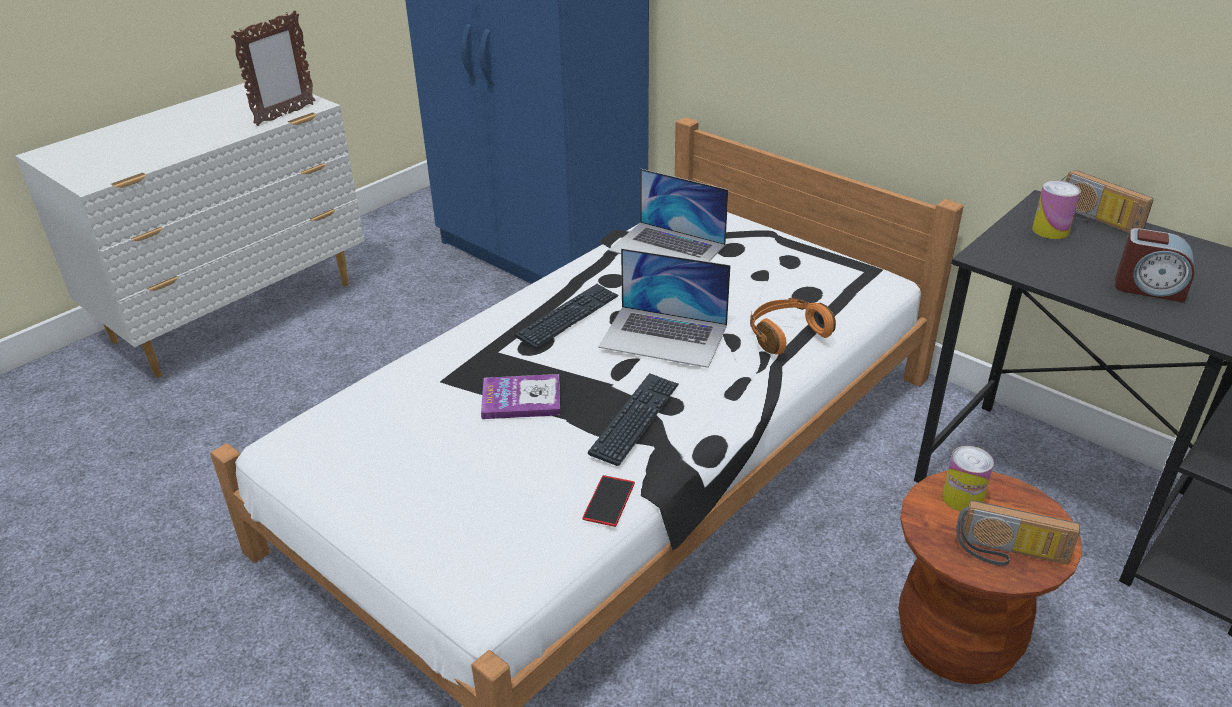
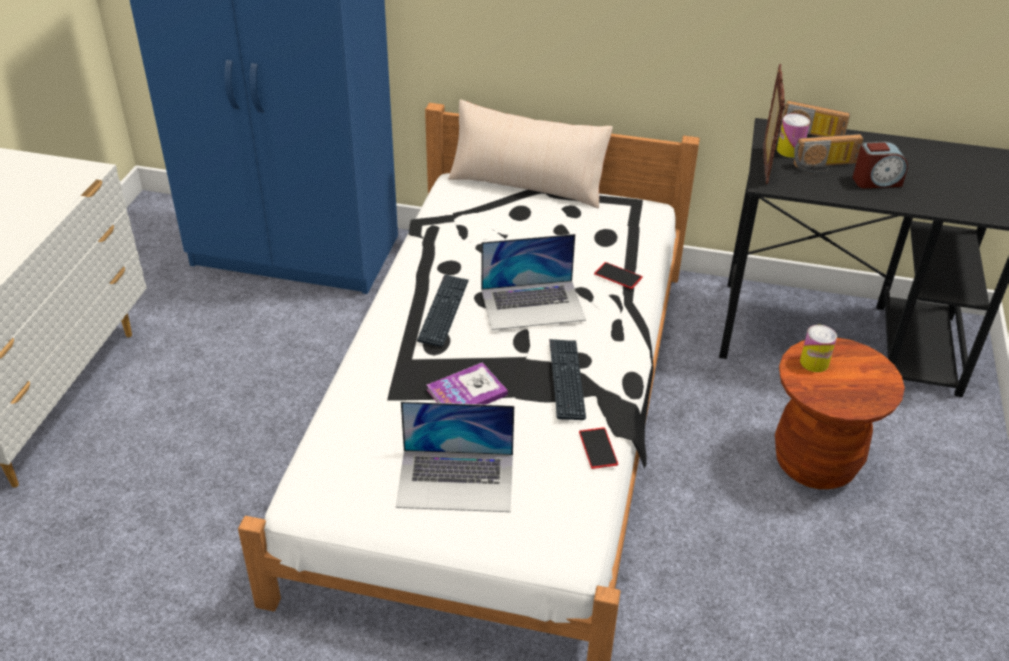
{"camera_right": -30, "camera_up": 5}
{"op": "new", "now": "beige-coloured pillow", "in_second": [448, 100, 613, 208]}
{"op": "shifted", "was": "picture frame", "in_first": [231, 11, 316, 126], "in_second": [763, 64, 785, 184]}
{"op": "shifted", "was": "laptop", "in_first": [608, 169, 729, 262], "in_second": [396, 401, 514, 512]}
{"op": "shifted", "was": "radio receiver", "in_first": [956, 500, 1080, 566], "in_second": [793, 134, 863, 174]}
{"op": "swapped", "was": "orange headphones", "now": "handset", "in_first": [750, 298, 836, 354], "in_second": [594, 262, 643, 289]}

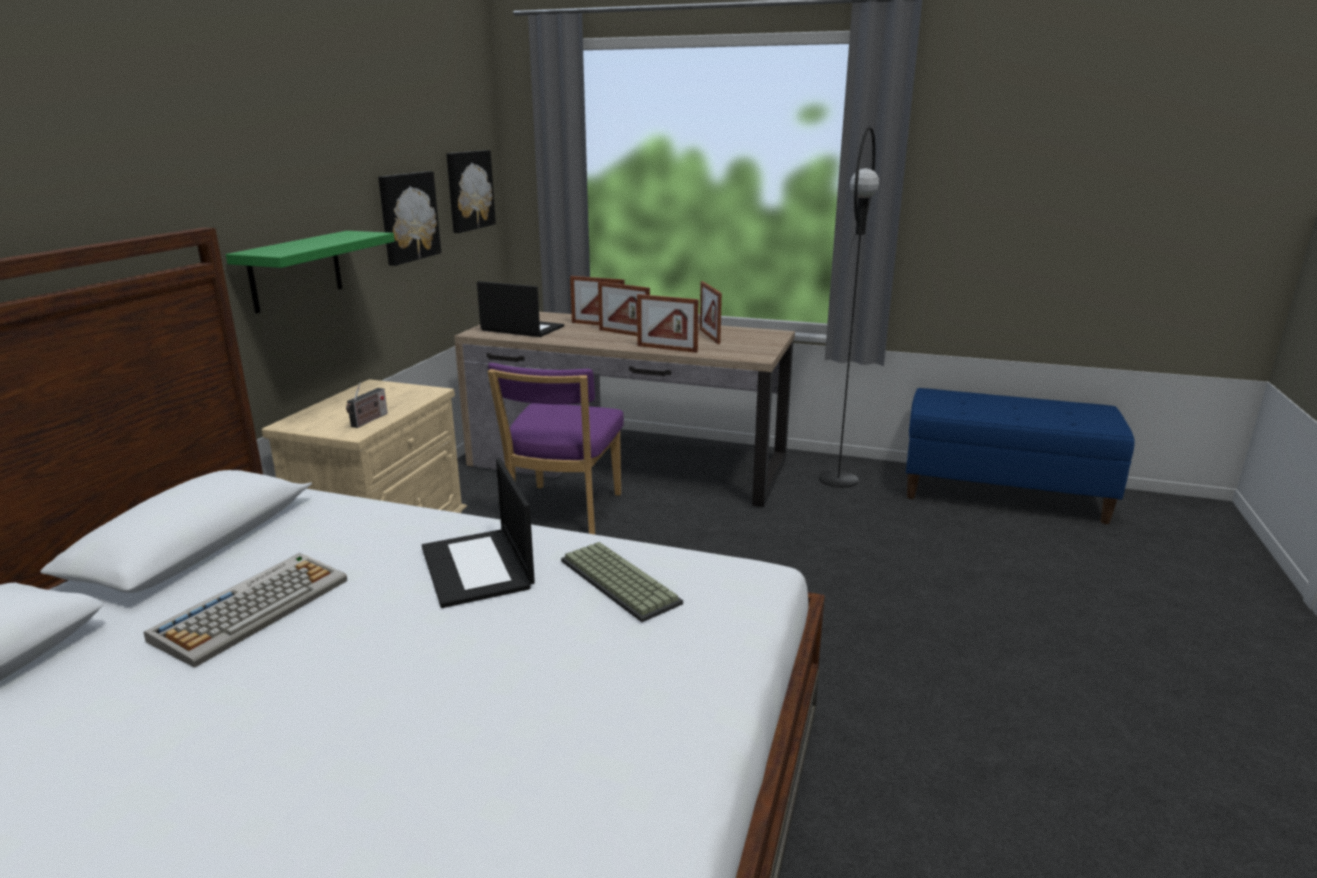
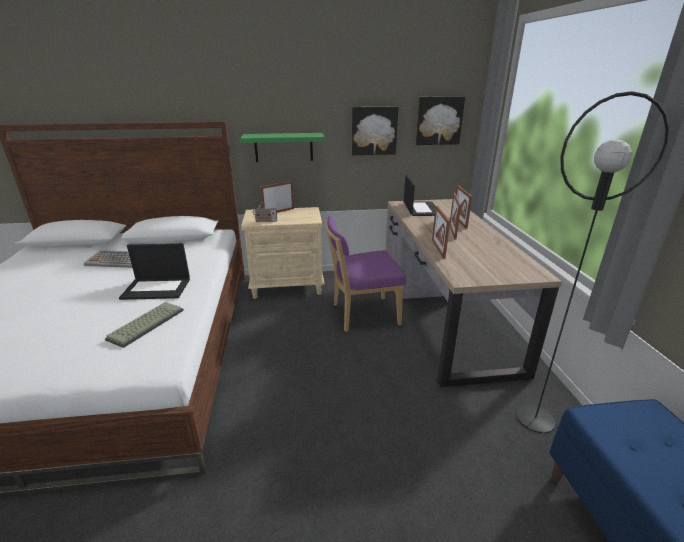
{"camera_right": 65, "camera_up": 5}
{"op": "shifted", "was": "picture frame", "in_first": [700, 281, 722, 344], "in_second": [260, 181, 294, 213]}
{"op": "rotated", "was": "laptop", "in_first": [422, 458, 535, 608], "in_second": [119, 243, 190, 300], "clockwise": -135}

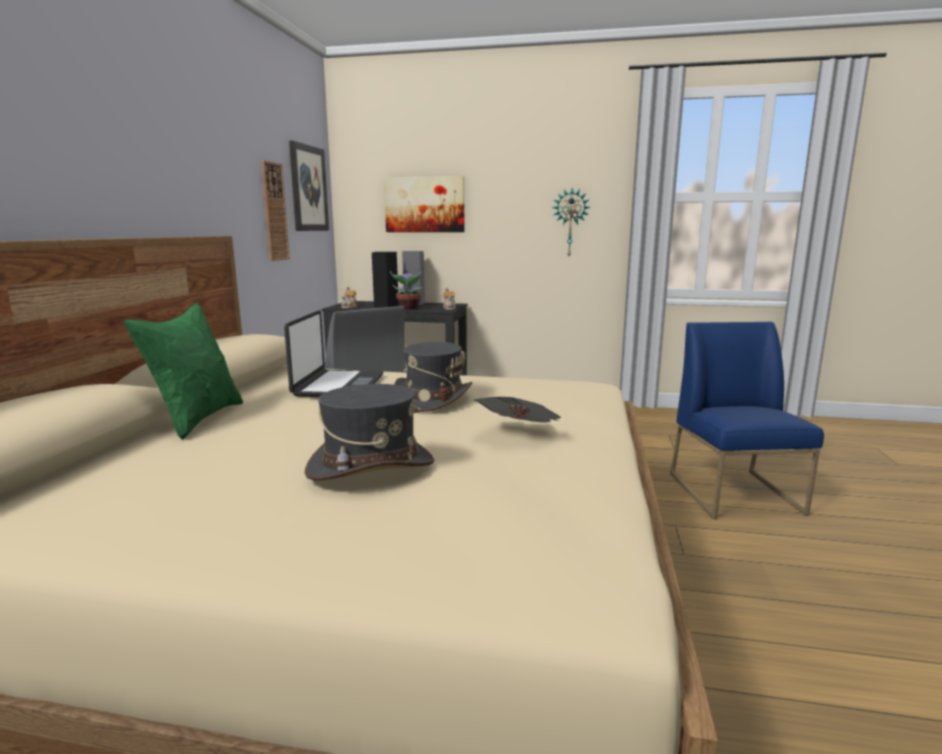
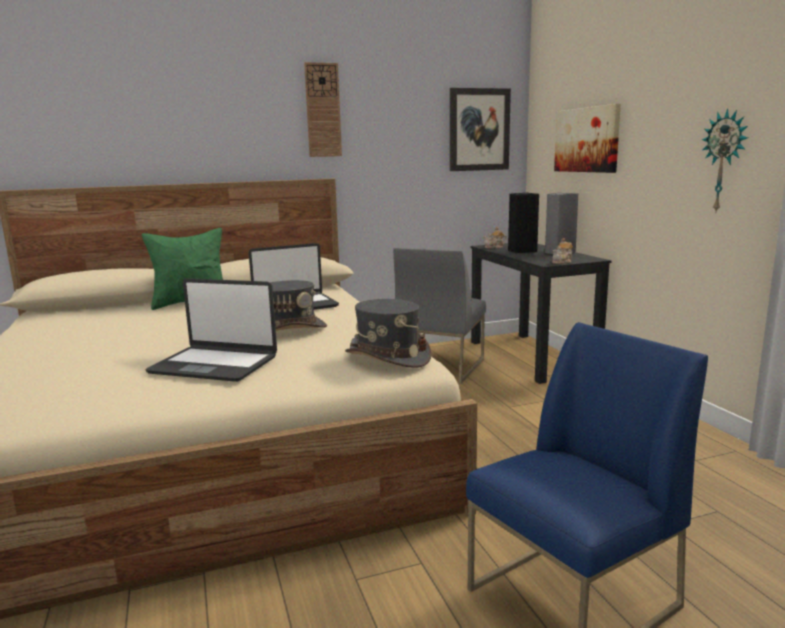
{"camera_right": 60, "camera_up": 0}
{"op": "gone", "was": "potted plant", "in_first": [390, 267, 424, 310]}
{"op": "shifted", "was": "hanging clock", "in_first": [261, 160, 290, 261], "in_second": [304, 62, 342, 157]}
{"op": "shifted", "was": "greyish clothing hat", "in_first": [305, 384, 434, 480], "in_second": [345, 299, 432, 368]}
{"op": "swapped", "was": "printed paper", "now": "laptop", "in_first": [473, 397, 561, 423], "in_second": [146, 278, 277, 382]}

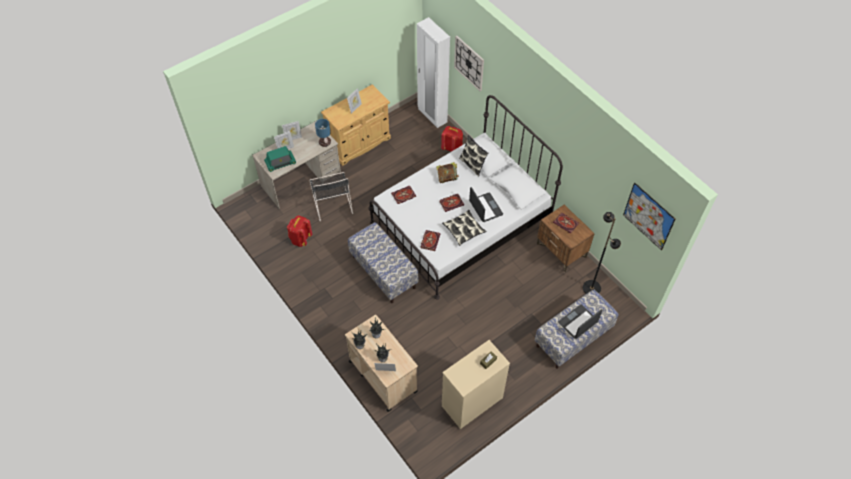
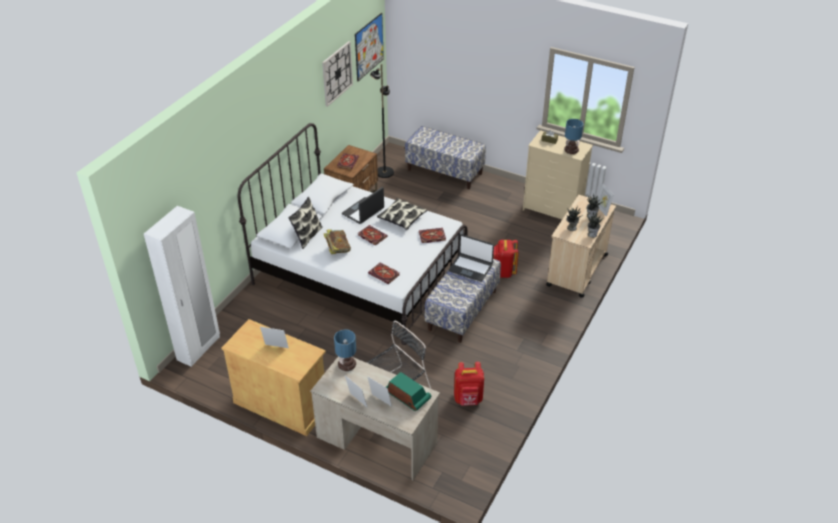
{"camera_right": -115, "camera_up": -15}
{"op": "new", "now": "lamp for a table", "in_second": [564, 119, 583, 154]}
{"op": "shifted", "was": "red backpack", "in_first": [441, 126, 463, 152], "in_second": [493, 240, 519, 278]}
{"op": "shifted", "was": "hanging clock", "in_first": [454, 36, 484, 91], "in_second": [322, 41, 353, 107]}
{"op": "shifted", "was": "laptop", "in_first": [558, 305, 602, 339], "in_second": [449, 234, 494, 281]}

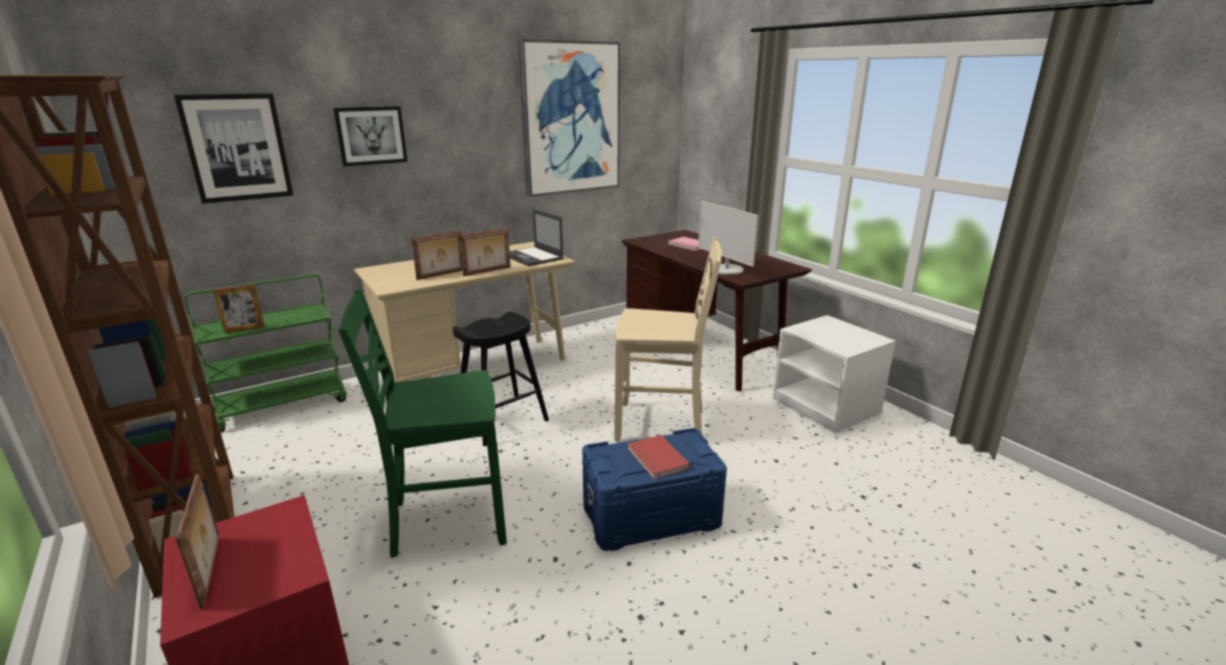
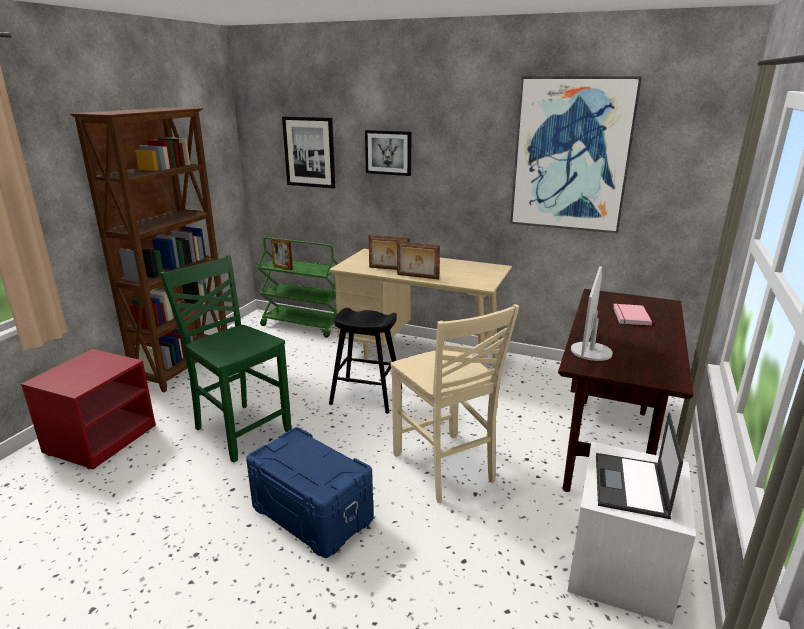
{"camera_right": 55, "camera_up": 0}
{"op": "gone", "was": "picture frame", "in_first": [176, 474, 219, 610]}
{"op": "gone", "was": "red volume", "in_first": [627, 435, 690, 479]}
{"op": "shifted", "was": "laptop", "in_first": [510, 209, 564, 266], "in_second": [596, 412, 683, 519]}

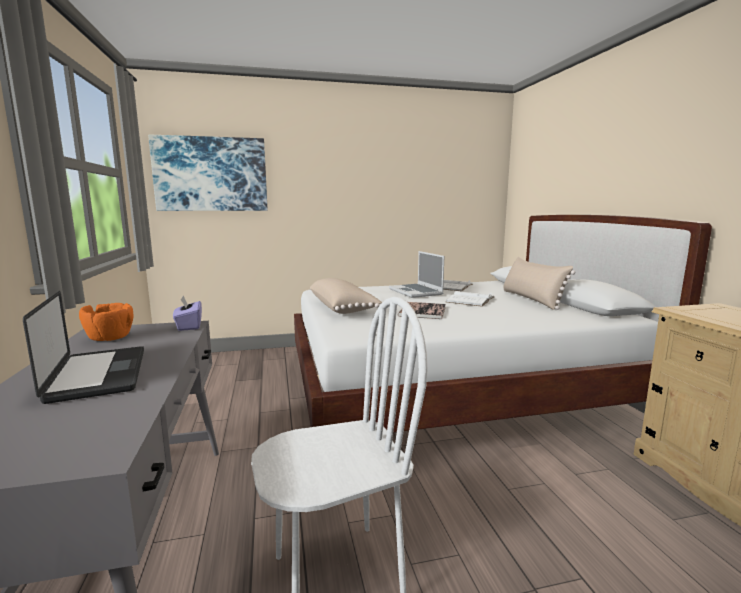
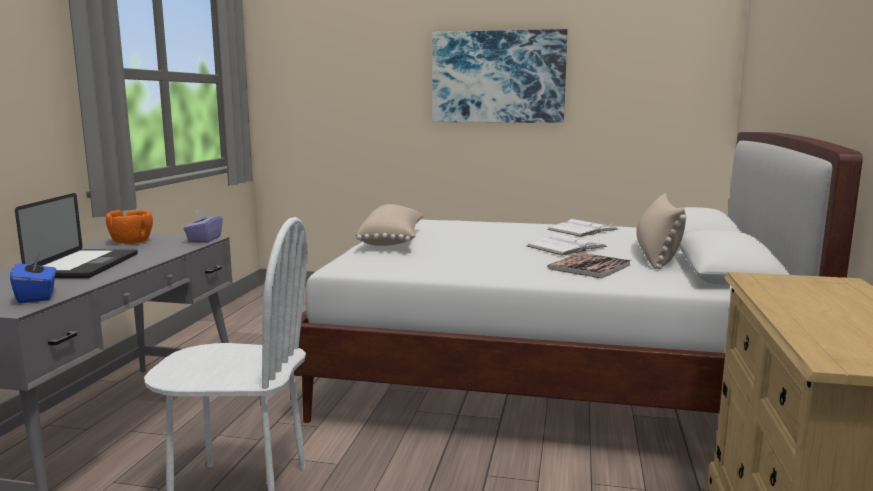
{"camera_right": 25, "camera_up": 0}
{"op": "gone", "was": "laptop", "in_first": [389, 251, 444, 298]}
{"op": "new", "now": "blue-coloured box of tissues", "in_second": [10, 252, 56, 303]}
{"op": "shifted", "was": "wall picture", "in_first": [148, 134, 268, 211], "in_second": [432, 29, 567, 123]}
{"op": "shifted", "was": "volume", "in_first": [398, 302, 446, 319], "in_second": [547, 253, 631, 279]}

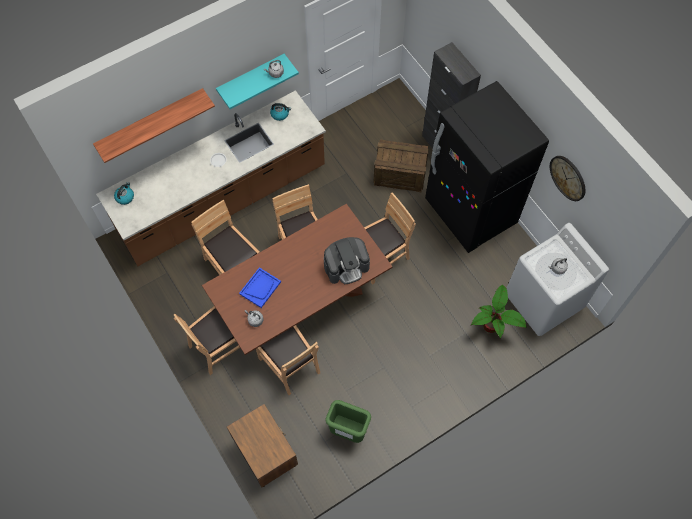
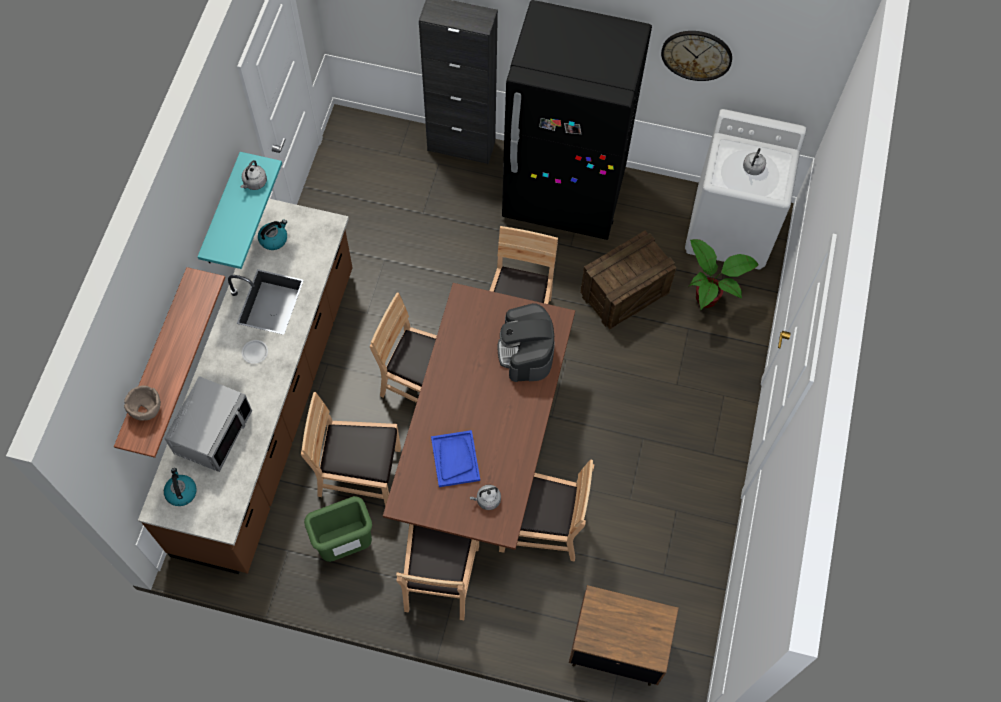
{"camera_right": -45, "camera_up": 0}
{"op": "new", "now": "brown bowl", "in_second": [124, 386, 161, 421]}
{"op": "new", "now": "greyish microwave", "in_second": [164, 376, 252, 472]}
{"op": "shifted", "was": "green trash can", "in_first": [325, 400, 371, 443], "in_second": [304, 496, 372, 562]}
{"op": "shifted", "was": "packing crate", "in_first": [373, 140, 429, 192], "in_second": [580, 231, 676, 329]}
{"op": "rotated", "was": "coffee brewer", "in_first": [324, 237, 370, 284], "in_second": [498, 303, 555, 382], "clockwise": 150}

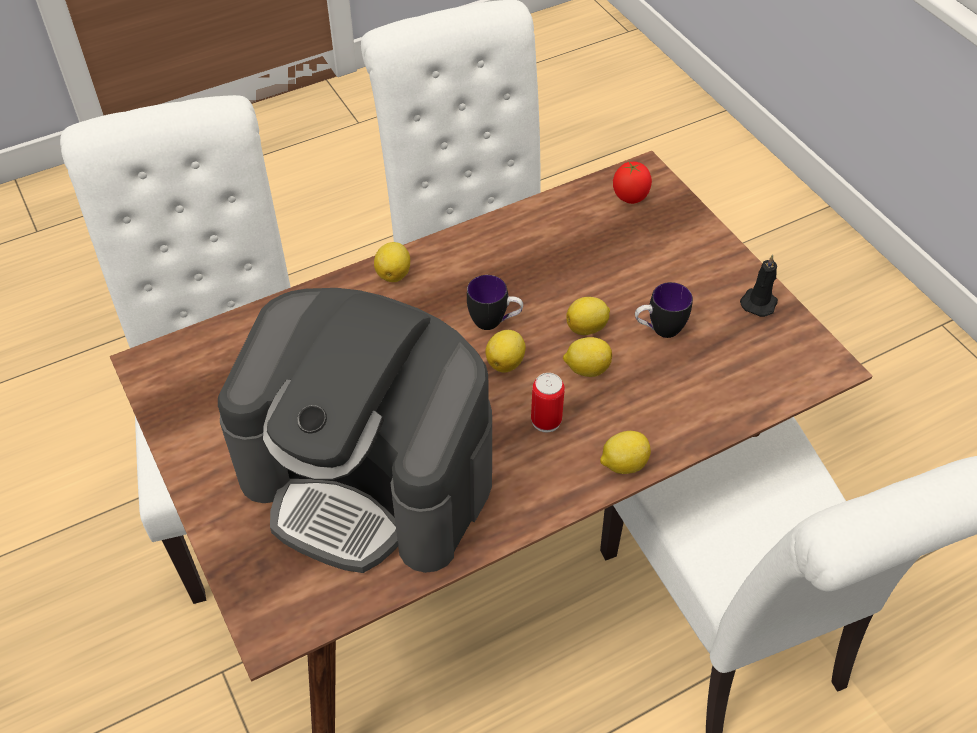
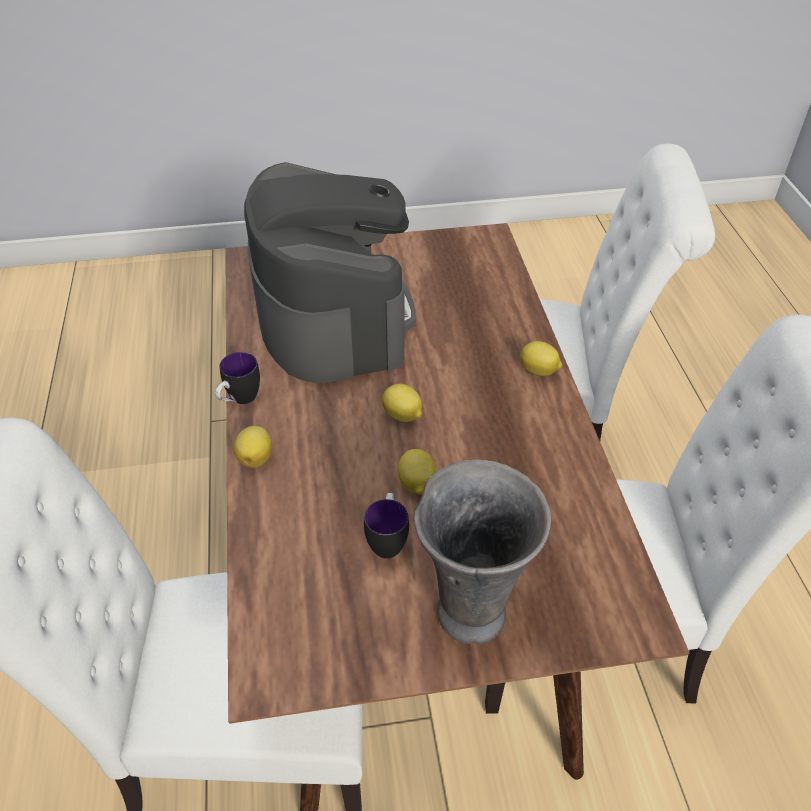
{"camera_right": 110, "camera_up": -5}
{"op": "gone", "was": "metal can", "in_first": [531, 373, 565, 432]}
{"op": "gone", "was": "whole lemon", "in_first": [563, 337, 612, 377]}
{"op": "gone", "was": "whole tomato", "in_first": [613, 161, 652, 204]}
{"op": "gone", "was": "black-coloured wax light", "in_first": [740, 254, 778, 317]}
{"op": "new", "now": "greyish vase", "in_second": [414, 459, 551, 644]}
{"op": "shifted", "was": "tea mug", "in_first": [467, 275, 523, 330], "in_second": [215, 352, 260, 404]}
{"op": "rotated", "was": "coffee brewer", "in_first": [218, 288, 492, 573], "in_second": [244, 162, 416, 383], "clockwise": 120}

